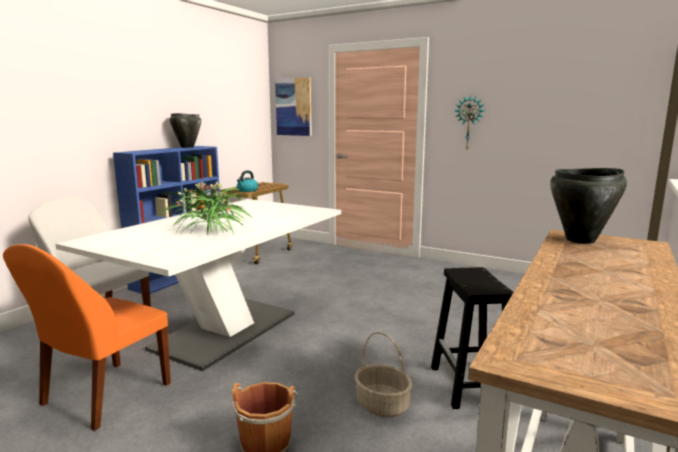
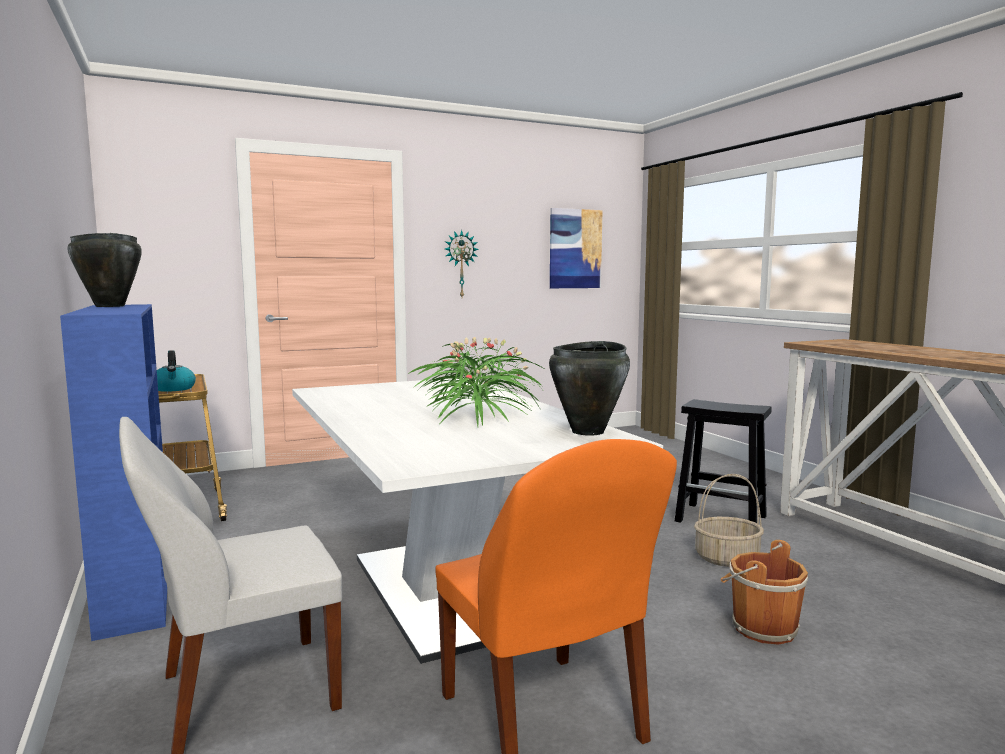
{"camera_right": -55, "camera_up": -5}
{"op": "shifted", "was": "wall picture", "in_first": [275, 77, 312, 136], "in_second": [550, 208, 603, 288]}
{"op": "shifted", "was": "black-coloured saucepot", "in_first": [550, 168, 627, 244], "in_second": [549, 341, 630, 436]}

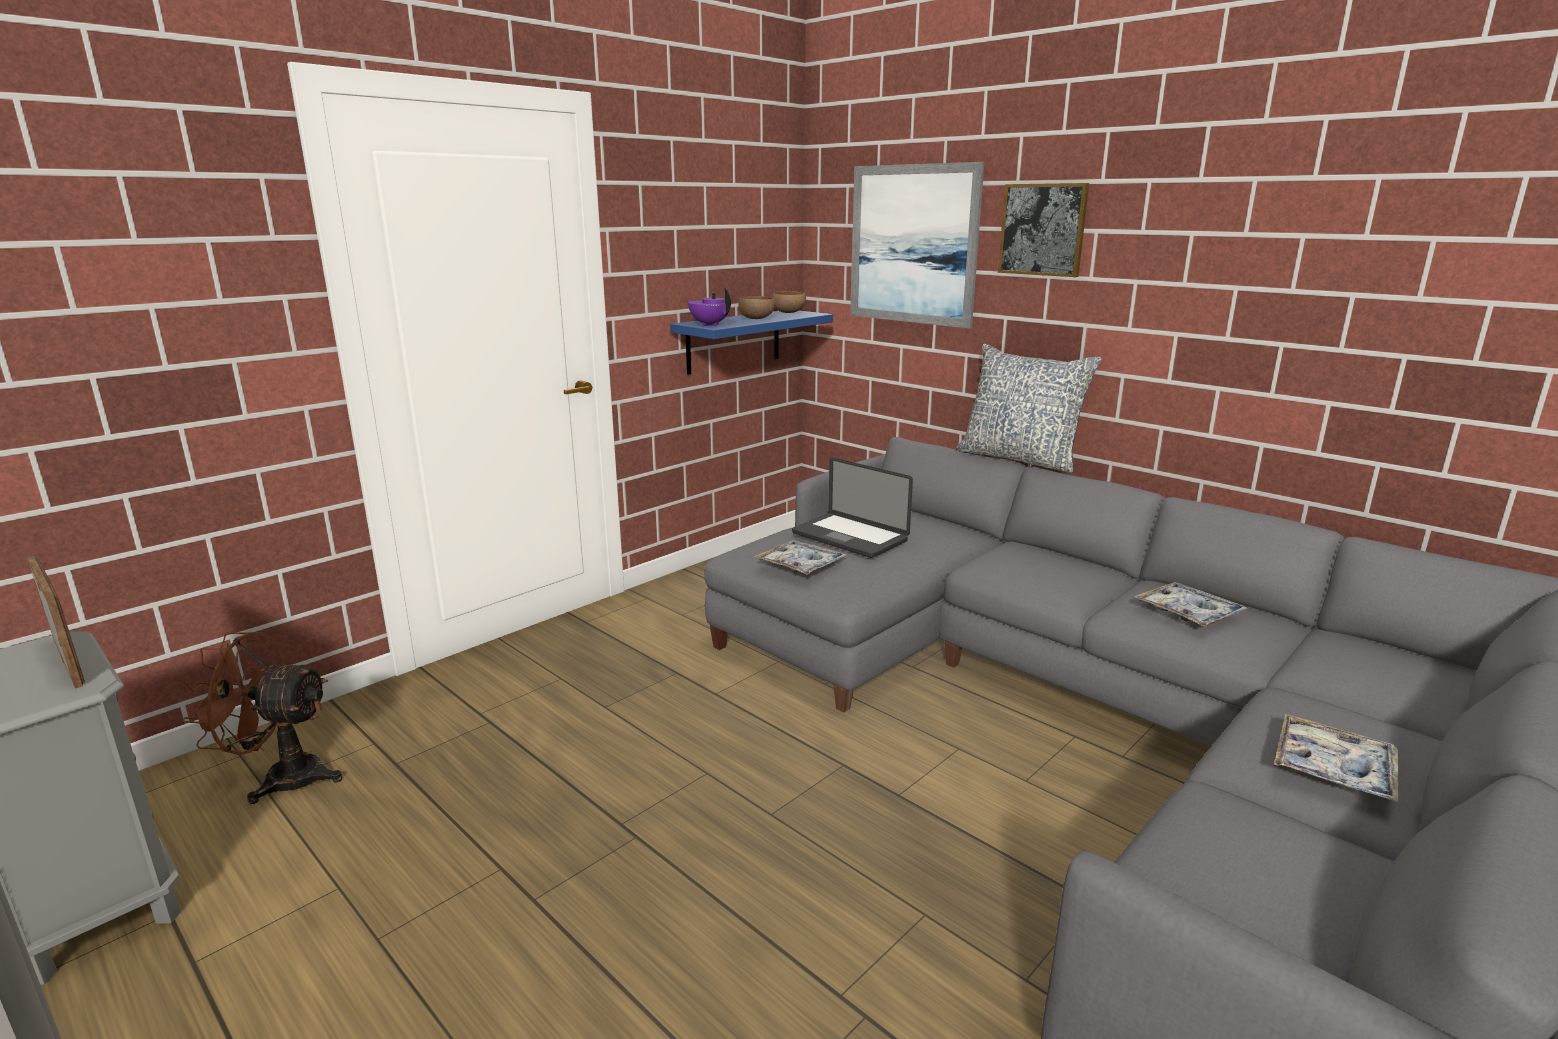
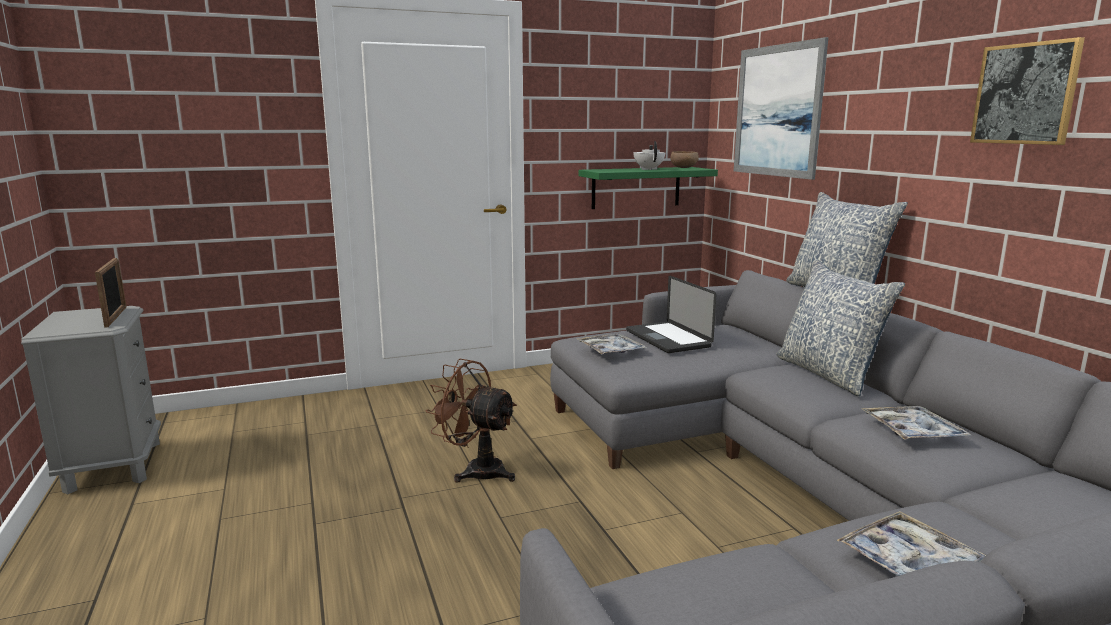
{"camera_right": 25, "camera_up": -5}
{"op": "gone", "was": "purplish teapot", "in_first": [687, 288, 731, 326]}
{"op": "new", "now": "pillow", "in_second": [776, 259, 905, 396]}
{"op": "shifted", "was": "brown cooling fan", "in_first": [182, 632, 342, 804], "in_second": [426, 359, 517, 483]}
{"op": "shifted", "was": "wall picture", "in_first": [998, 183, 1089, 277], "in_second": [970, 37, 1085, 145]}
{"op": "swapped", "was": "brown bowl", "now": "white teapot", "in_first": [738, 296, 775, 319], "in_second": [634, 141, 665, 170]}
{"op": "repainted", "was": "blue-coloured shelf", "now": "green shelf", "in_first": [670, 311, 833, 374], "in_second": [579, 167, 718, 209]}

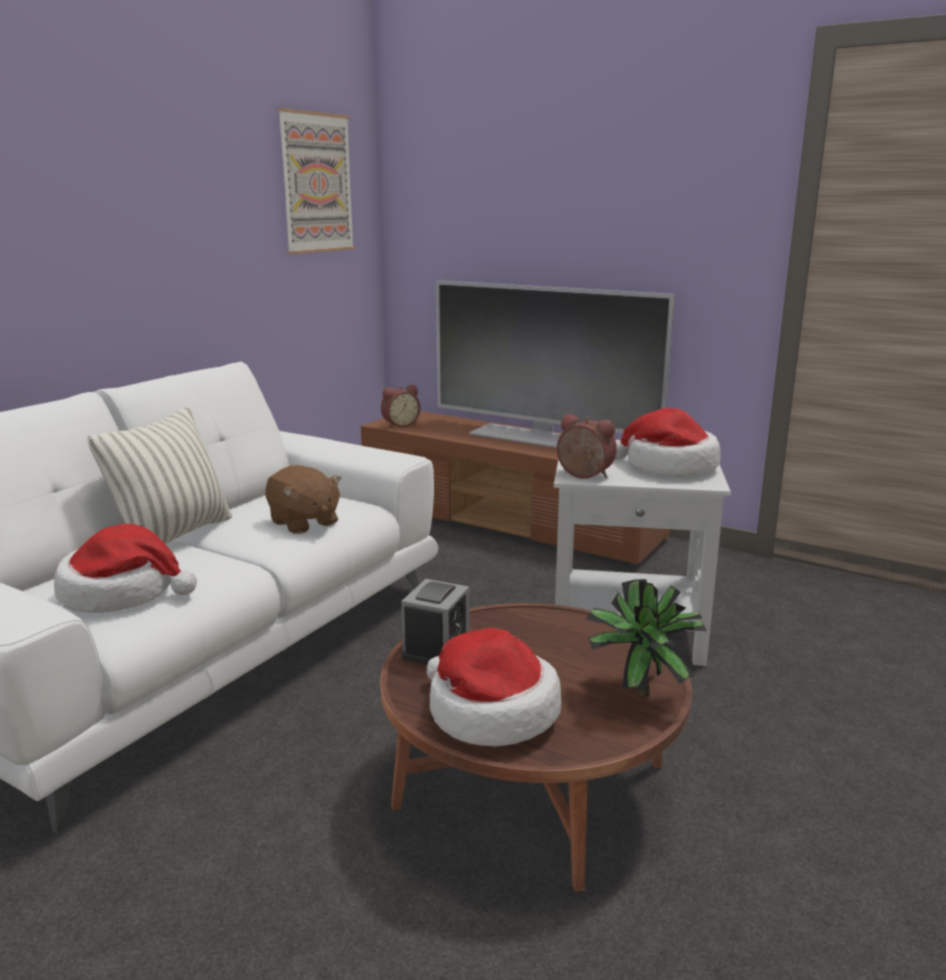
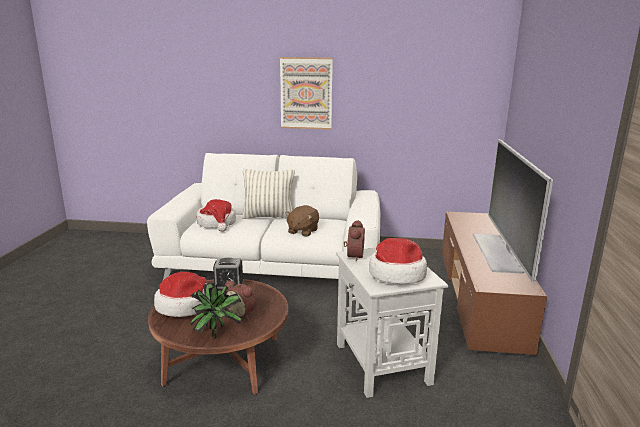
{"camera_right": 65, "camera_up": 0}
{"op": "shifted", "was": "wall picture", "in_first": [277, 108, 355, 254], "in_second": [280, 57, 333, 130]}
{"op": "shifted", "was": "table clock", "in_first": [381, 385, 420, 428], "in_second": [225, 280, 256, 320]}

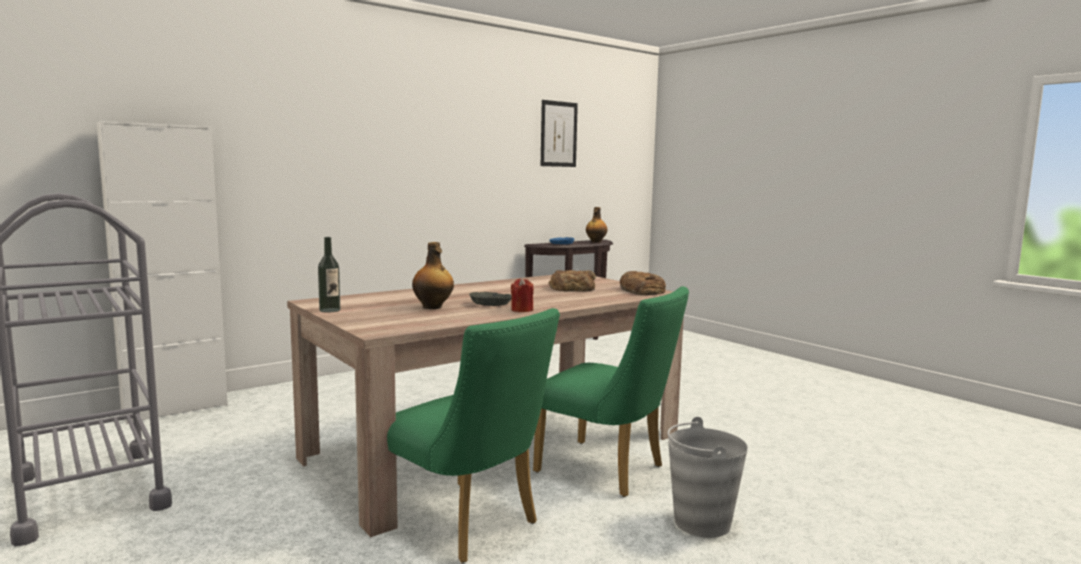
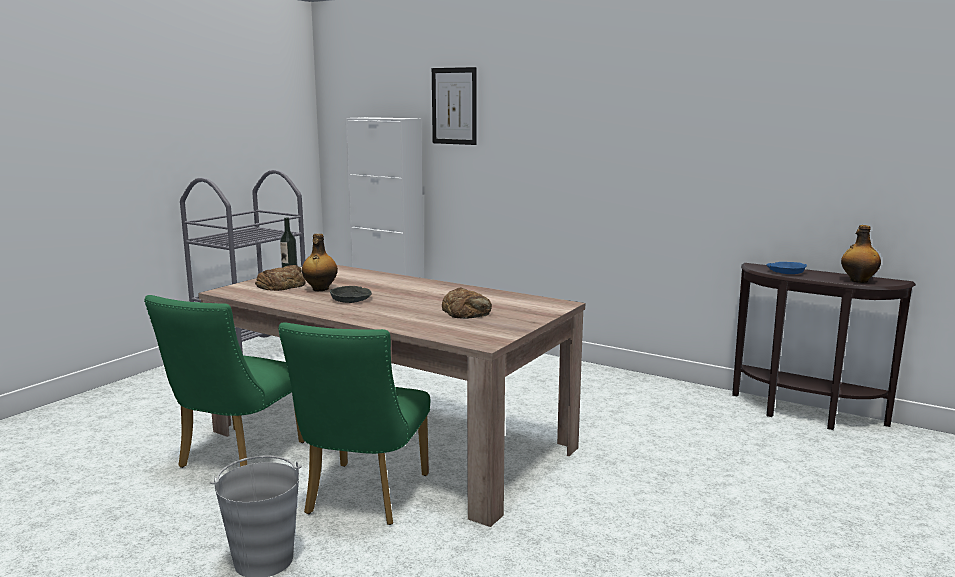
{"camera_right": 70, "camera_up": 5}
{"op": "gone", "was": "red wax light", "in_first": [511, 278, 534, 312]}
{"op": "shifted", "was": "wall picture", "in_first": [541, 100, 578, 167], "in_second": [432, 67, 476, 145]}
{"op": "shifted", "was": "bread", "in_first": [620, 271, 666, 295], "in_second": [255, 265, 306, 291]}

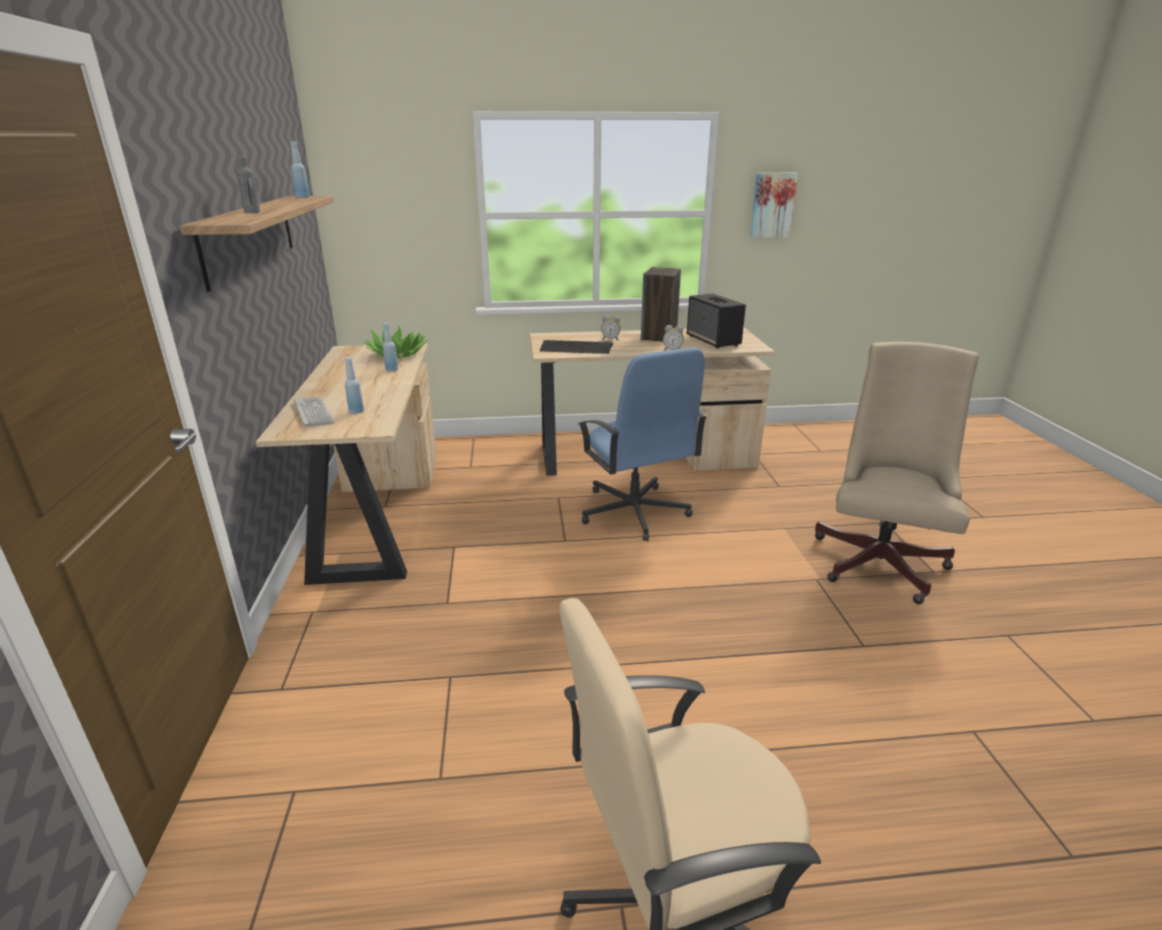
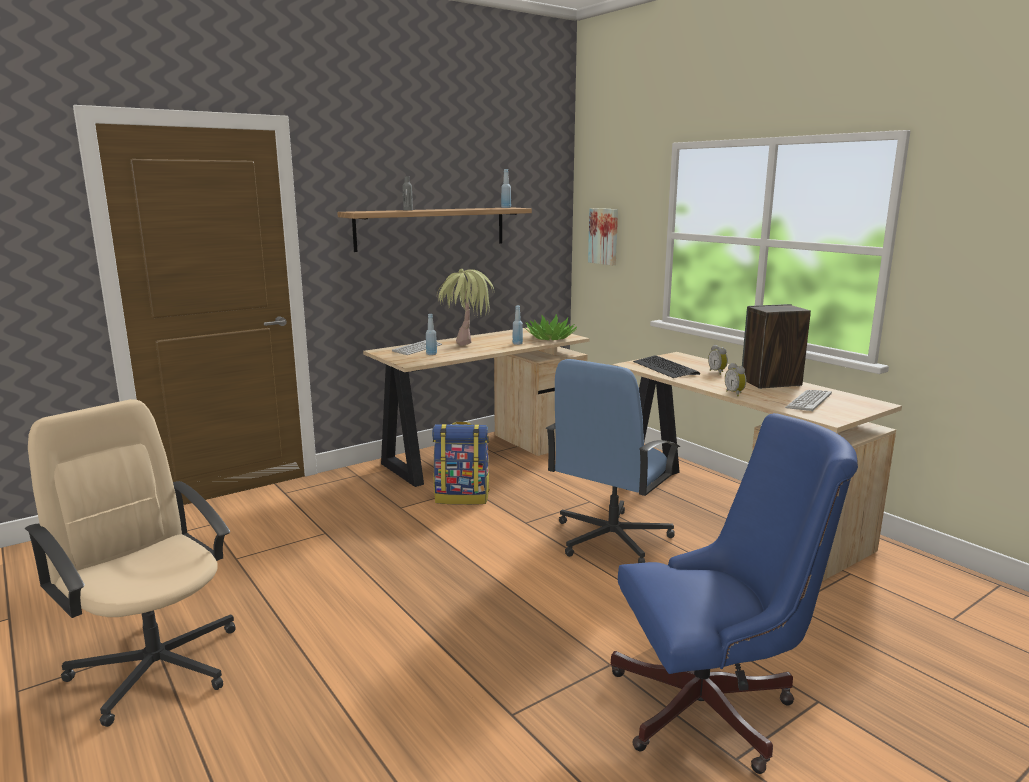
{"camera_right": 60, "camera_up": -10}
{"op": "new", "now": "backpack", "in_second": [432, 422, 490, 505]}
{"op": "new", "now": "potted plant", "in_second": [437, 269, 494, 346]}
{"op": "shifted", "was": "wall picture", "in_first": [750, 173, 798, 238], "in_second": [588, 208, 618, 265]}
{"op": "swapped", "was": "loudspeaker", "now": "computer keyboard", "in_first": [687, 293, 746, 349], "in_second": [785, 390, 832, 412]}
{"op": "repainted", "was": "beige-coloured desk chair", "now": "blue-coloured desk chair", "in_first": [815, 342, 979, 604], "in_second": [611, 413, 858, 774]}

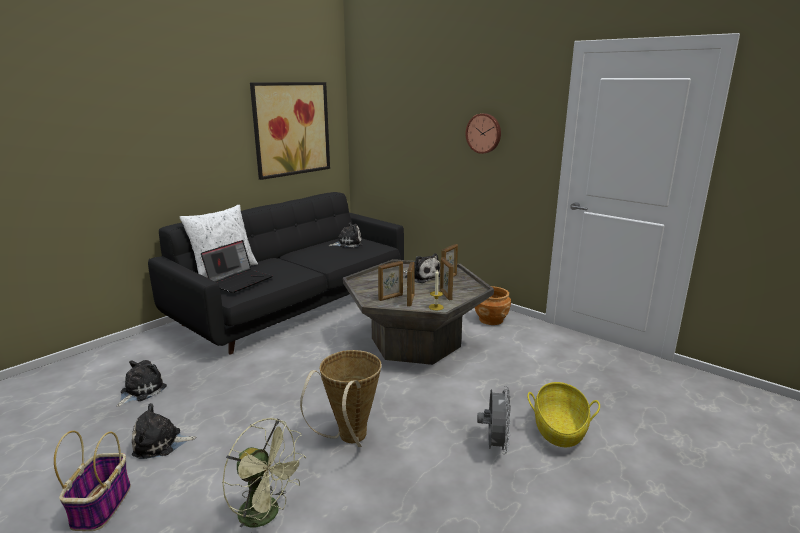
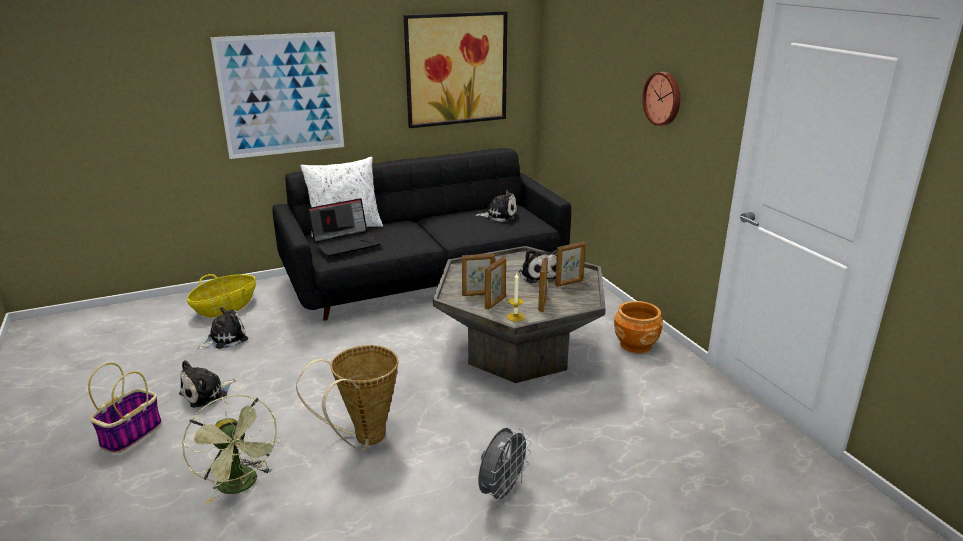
{"camera_right": 25, "camera_up": 5}
{"op": "new", "now": "wall picture", "in_second": [211, 32, 344, 159]}
{"op": "shifted", "was": "household basket", "in_first": [527, 382, 600, 447], "in_second": [187, 274, 256, 318]}
{"op": "rotated", "was": "cuddly toy", "in_first": [132, 403, 196, 459], "in_second": [179, 360, 235, 408], "clockwise": -60}

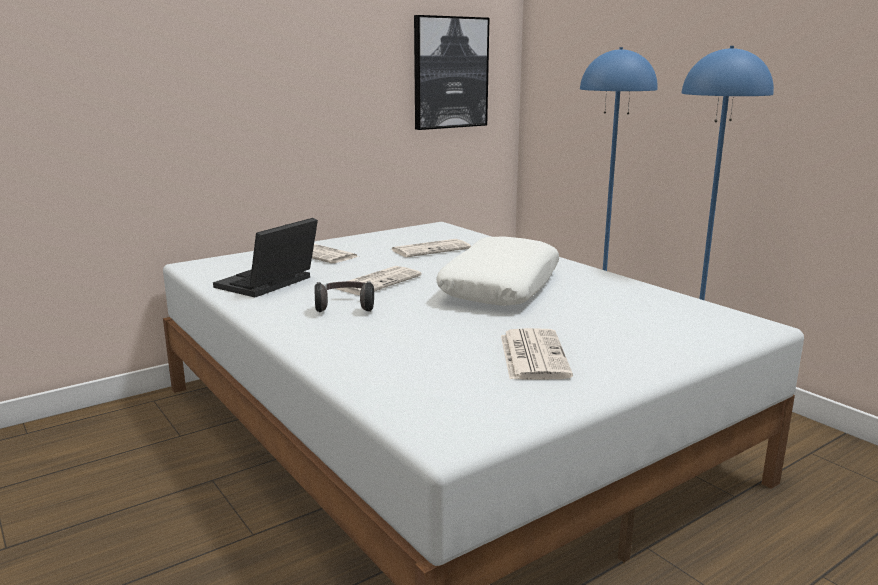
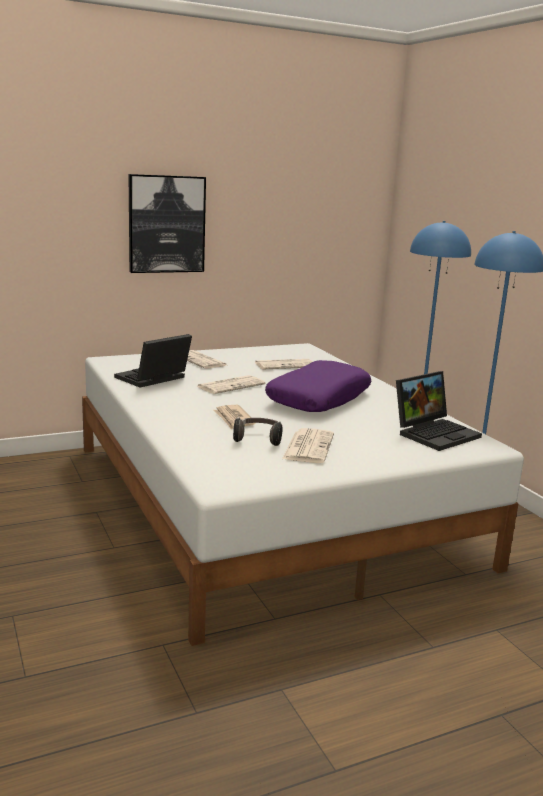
{"camera_right": 10, "camera_up": 0}
{"op": "new", "now": "printed paper", "in_second": [213, 405, 255, 429]}
{"op": "new", "now": "laptop", "in_second": [396, 371, 482, 451]}
{"op": "shifted", "was": "headphones", "in_first": [315, 281, 374, 312], "in_second": [233, 417, 283, 446]}
{"op": "shifted", "was": "wall picture", "in_first": [414, 15, 489, 130], "in_second": [128, 174, 206, 273]}
{"op": "repainted", "was": "white pillow", "now": "purplish pillow", "in_first": [436, 236, 559, 306], "in_second": [265, 360, 371, 412]}

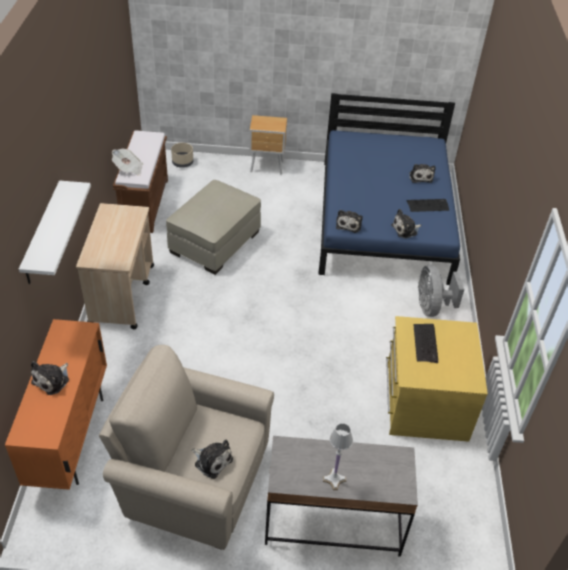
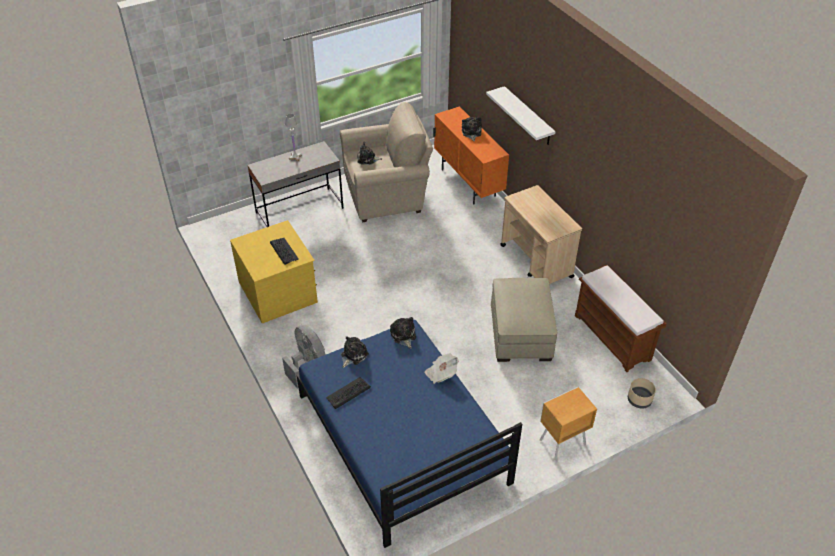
{"camera_right": 150, "camera_up": 0}
{"op": "gone", "was": "cuddly toy", "in_first": [409, 164, 436, 183]}
{"op": "shifted", "was": "printed paper", "in_first": [112, 149, 143, 176], "in_second": [425, 353, 459, 384]}

